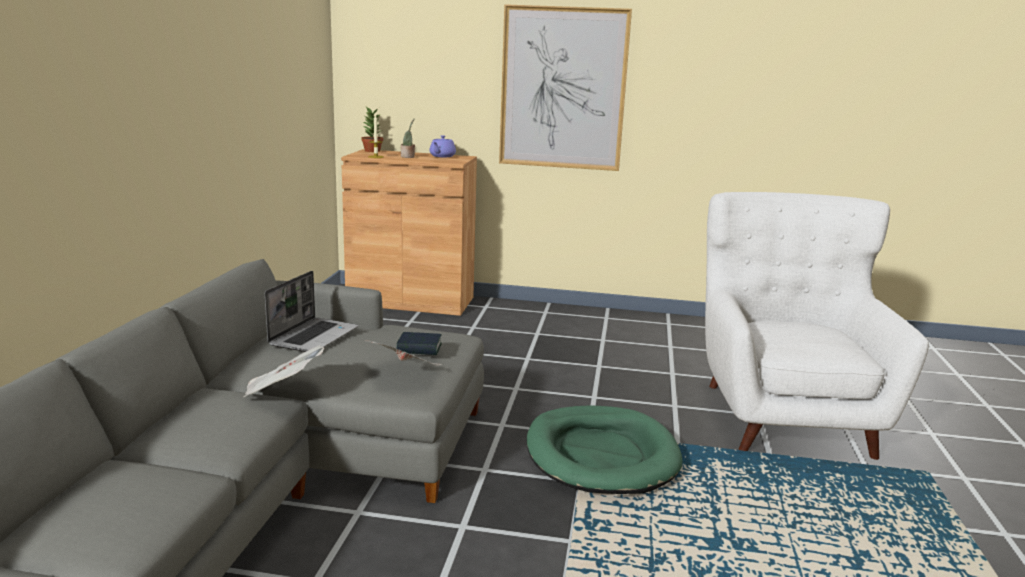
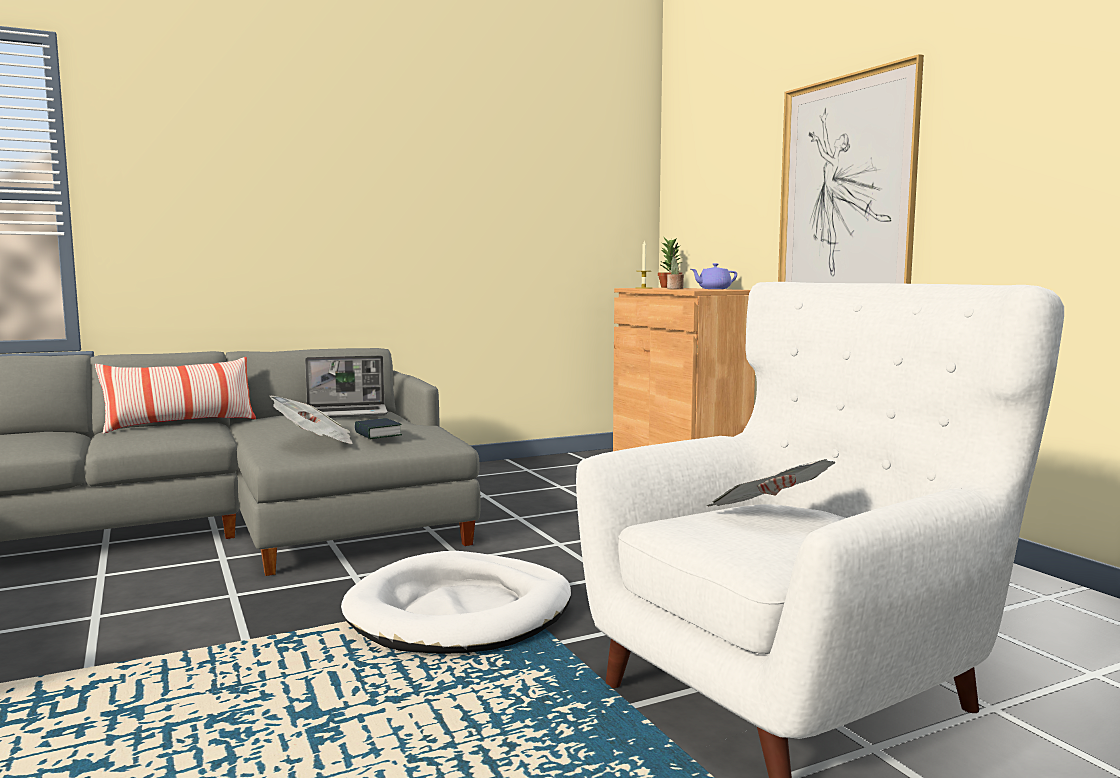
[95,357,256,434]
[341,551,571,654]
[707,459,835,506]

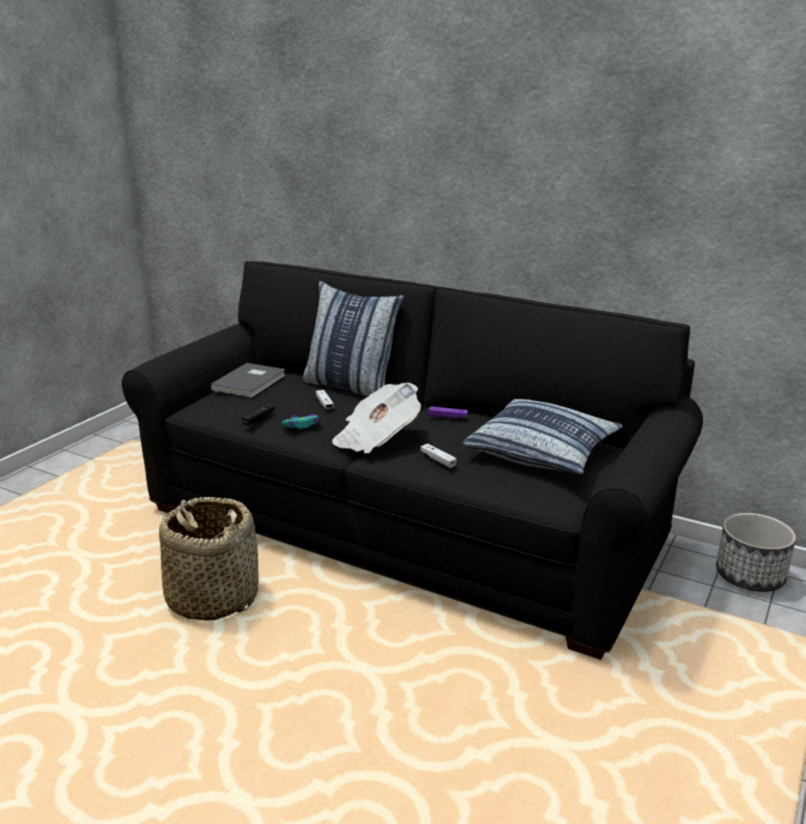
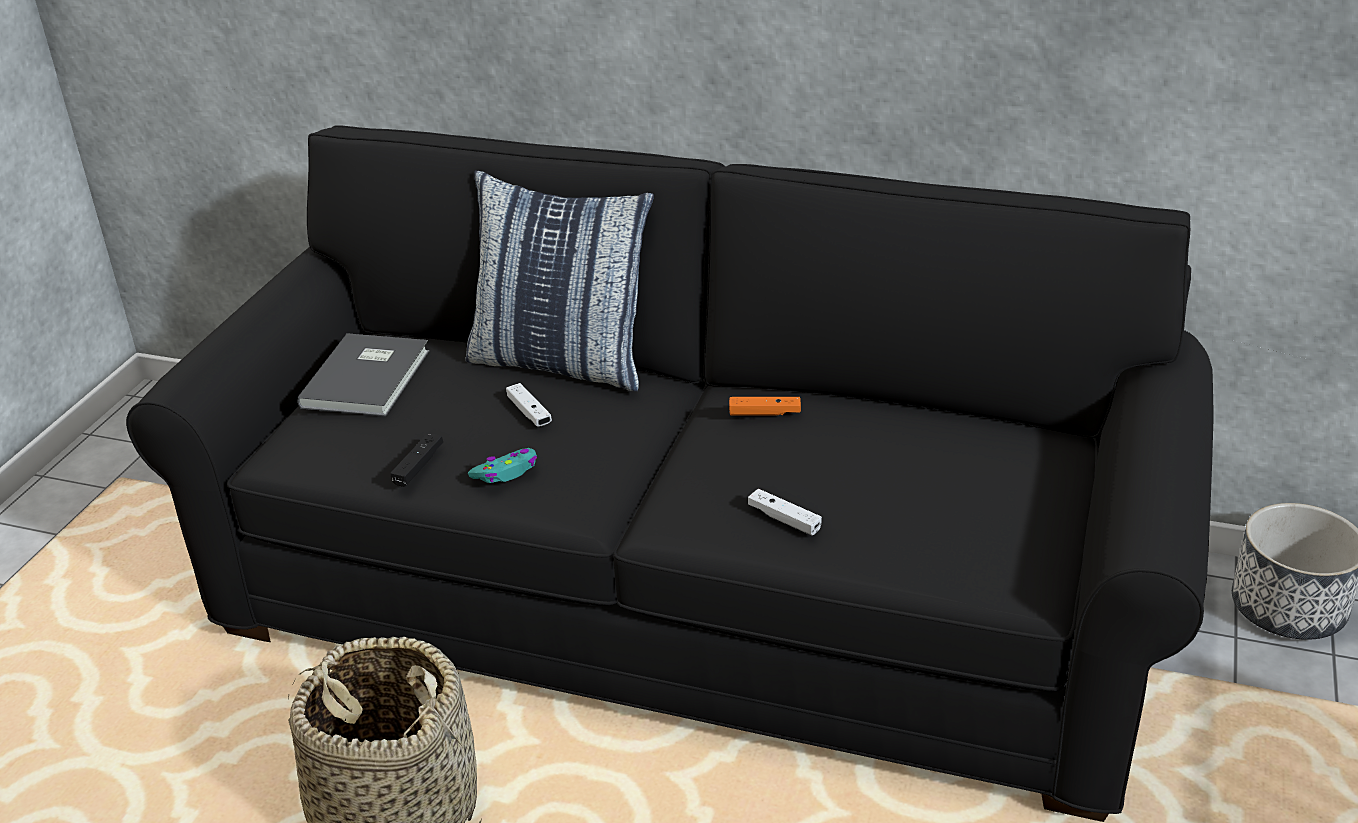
[729,397,801,416]
[332,383,421,453] (first image)
[462,399,623,475] (first image)

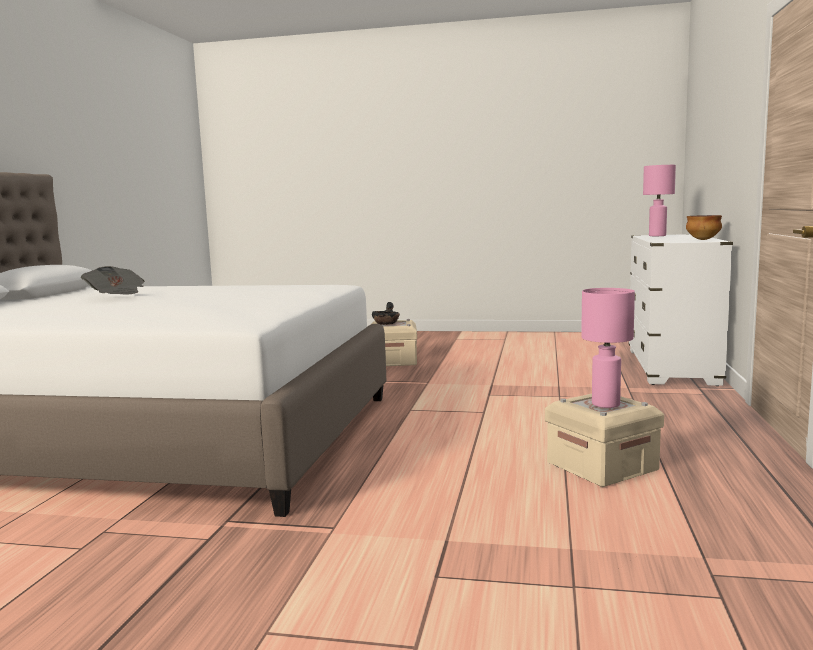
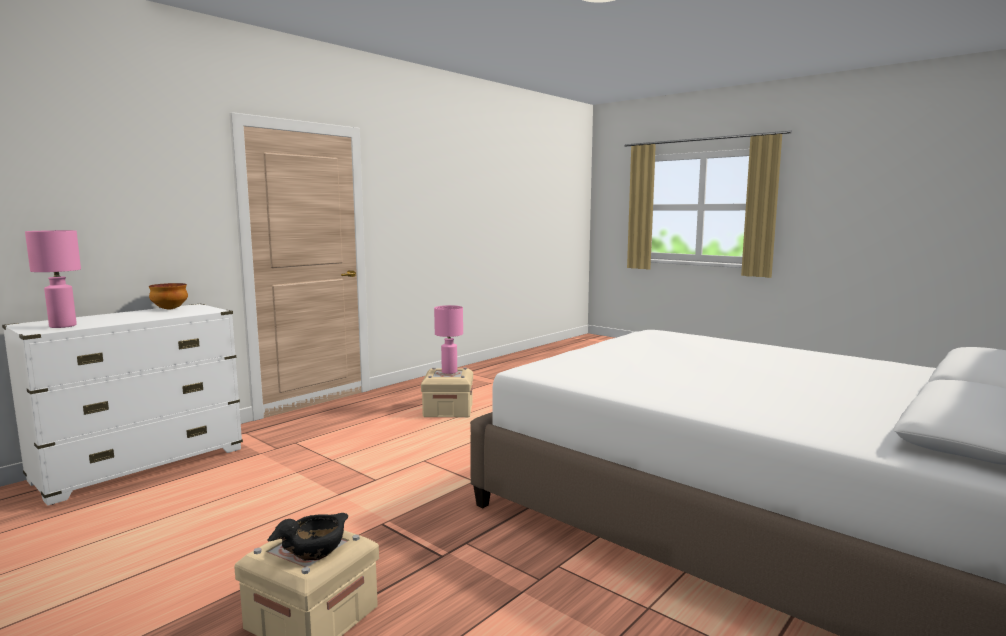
[81,266,145,295] (first image)

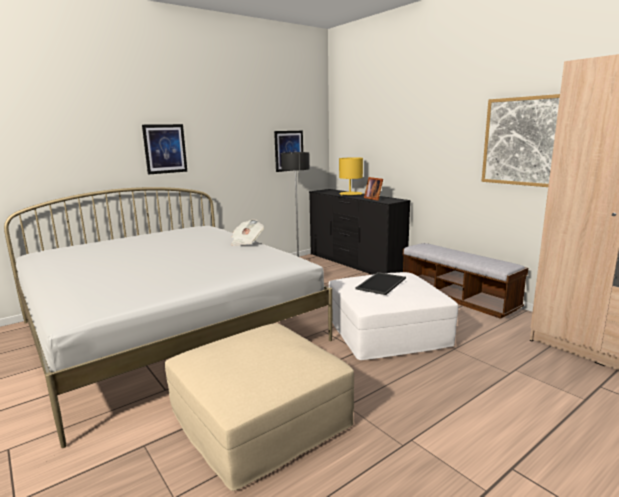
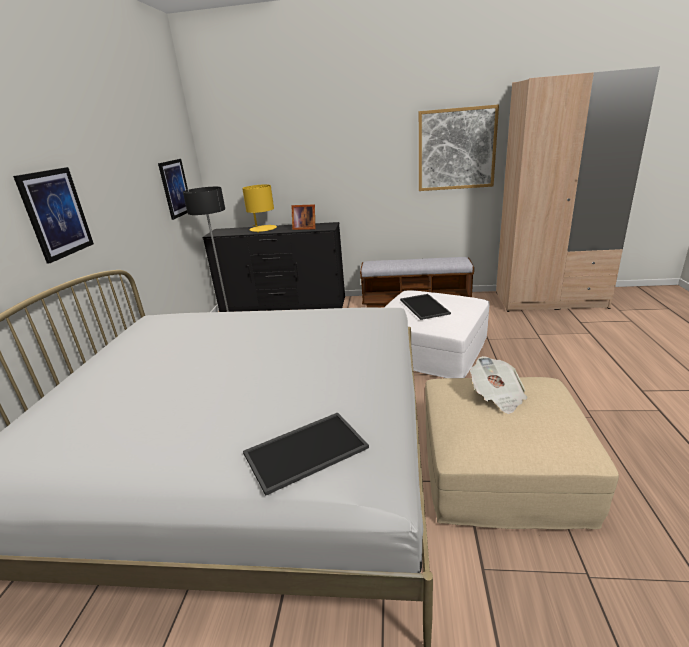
[243,412,369,496]
[470,356,528,414]

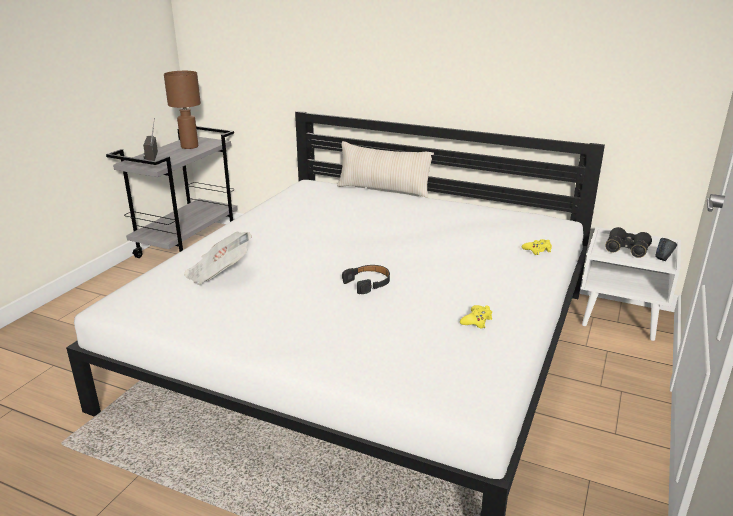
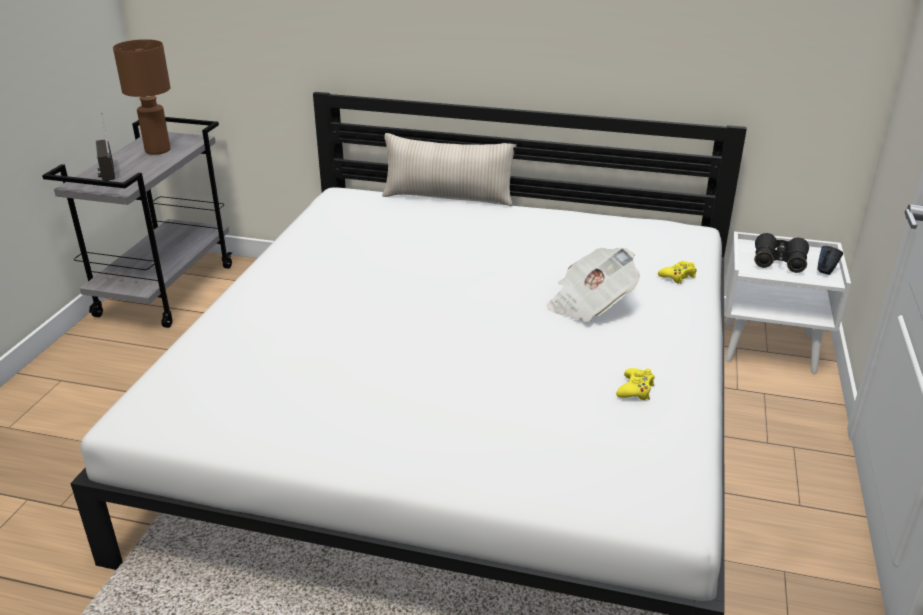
[547,248,640,322]
[342,265,390,294] (first image)

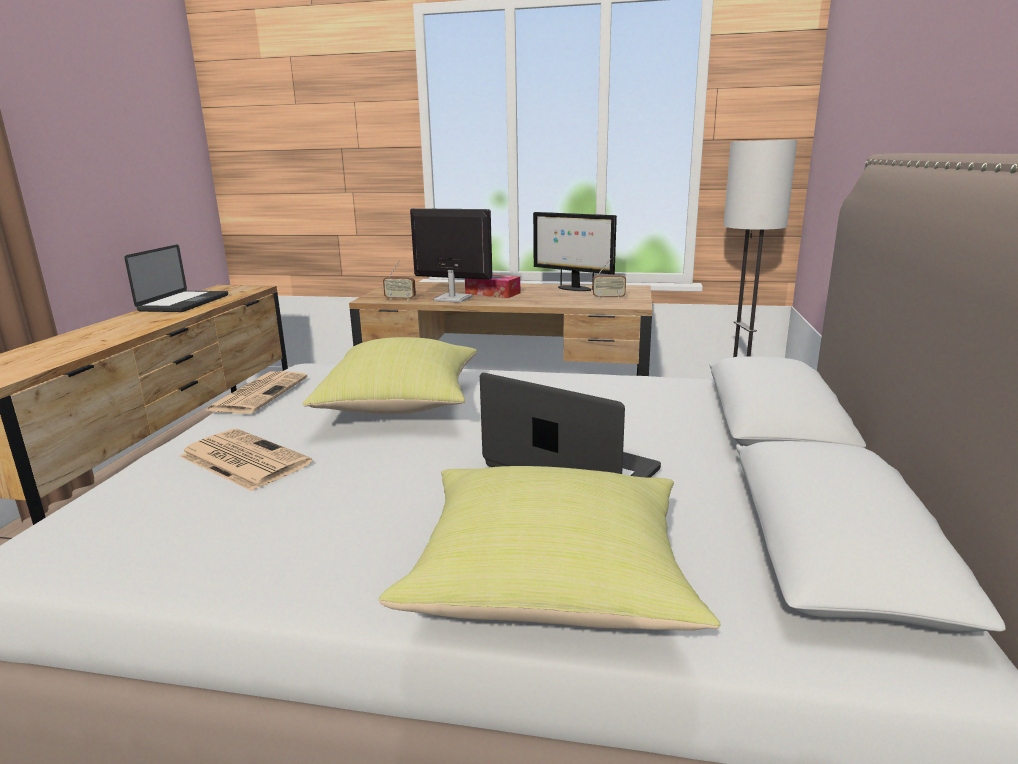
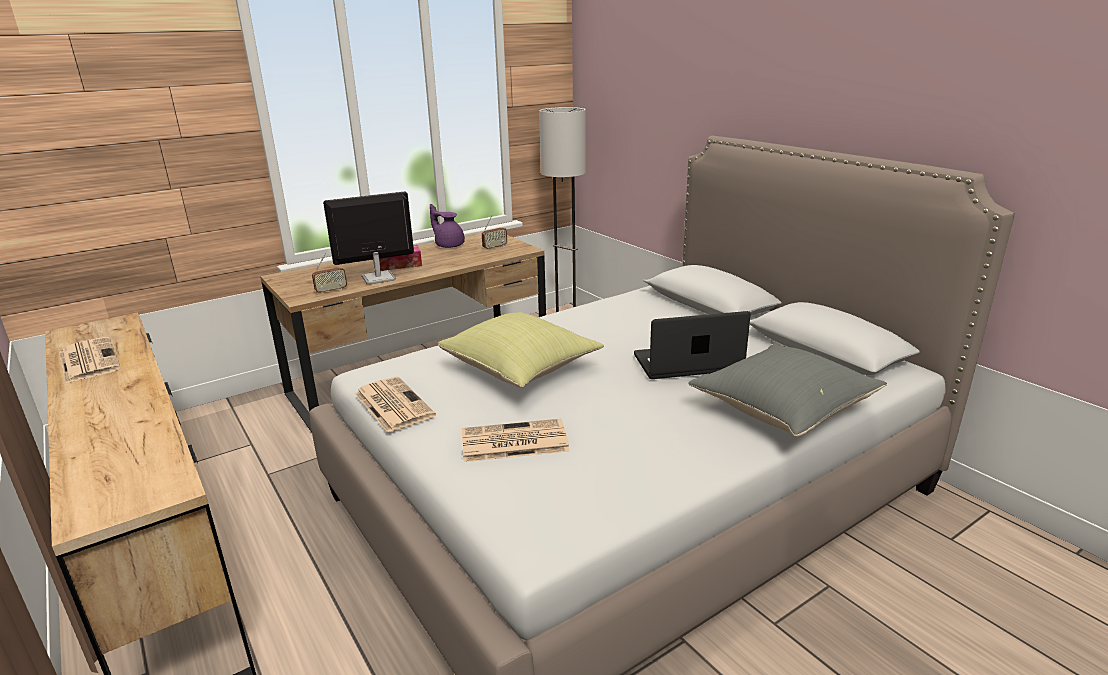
[59,337,121,384]
[430,204,465,248]
[688,344,887,437]

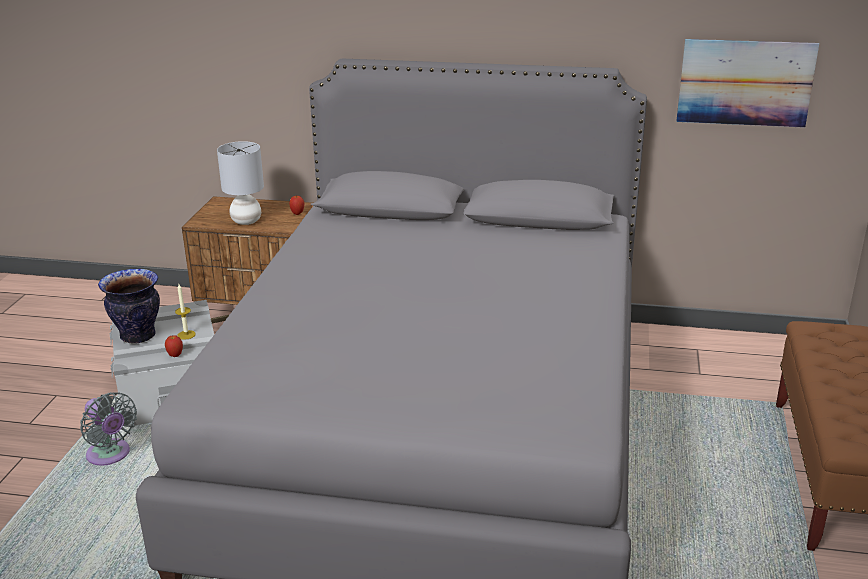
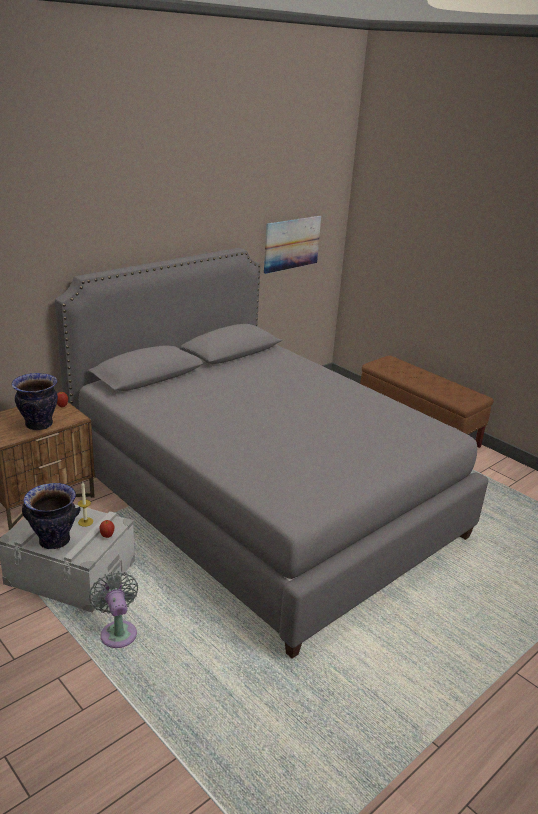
[11,373,58,430]
[89,571,138,648]

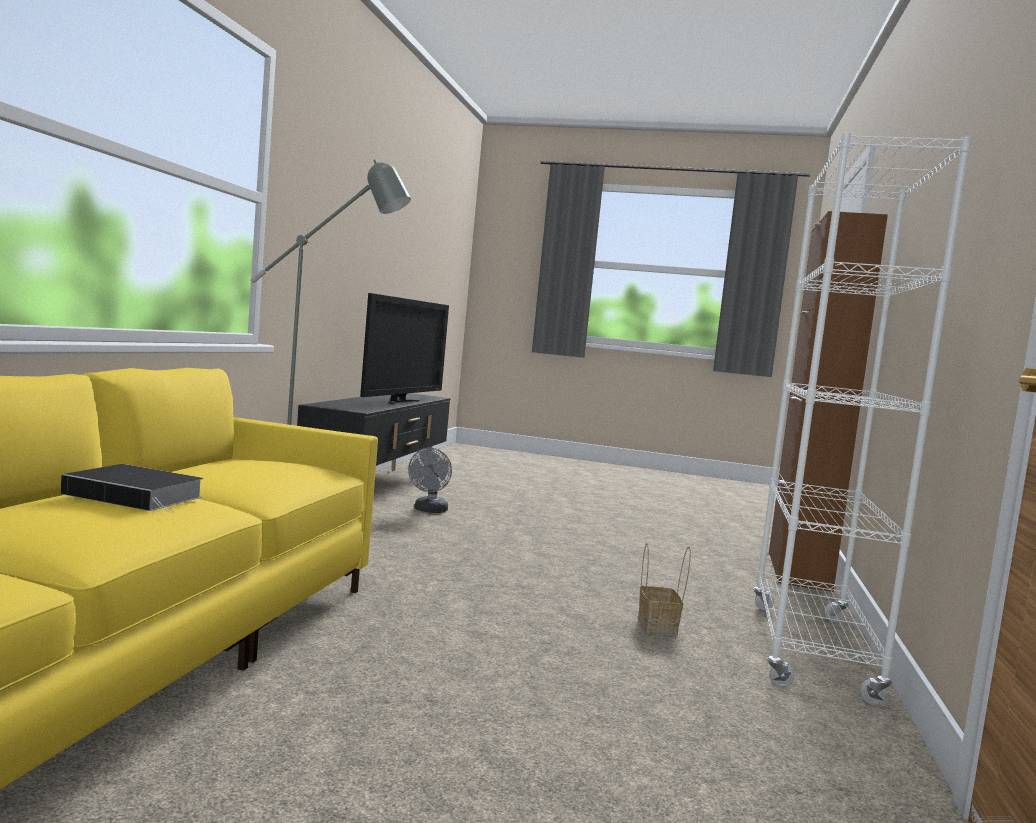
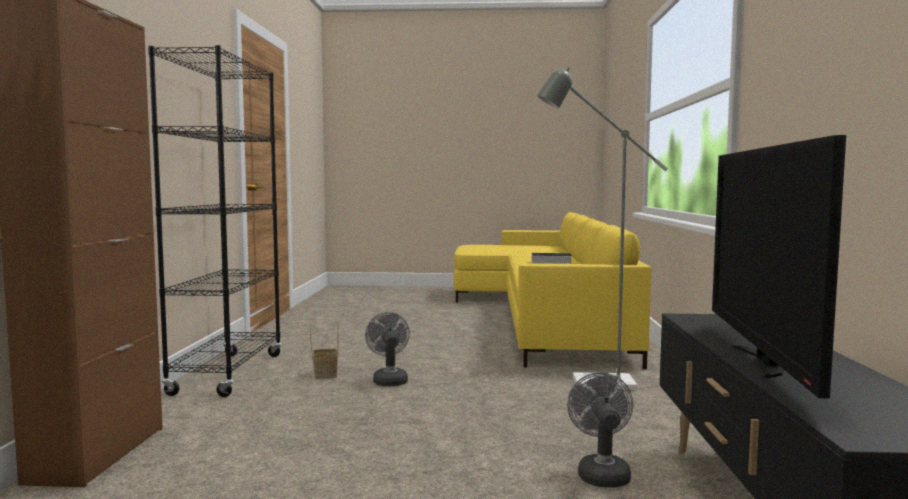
[148,45,282,397]
[365,312,410,386]

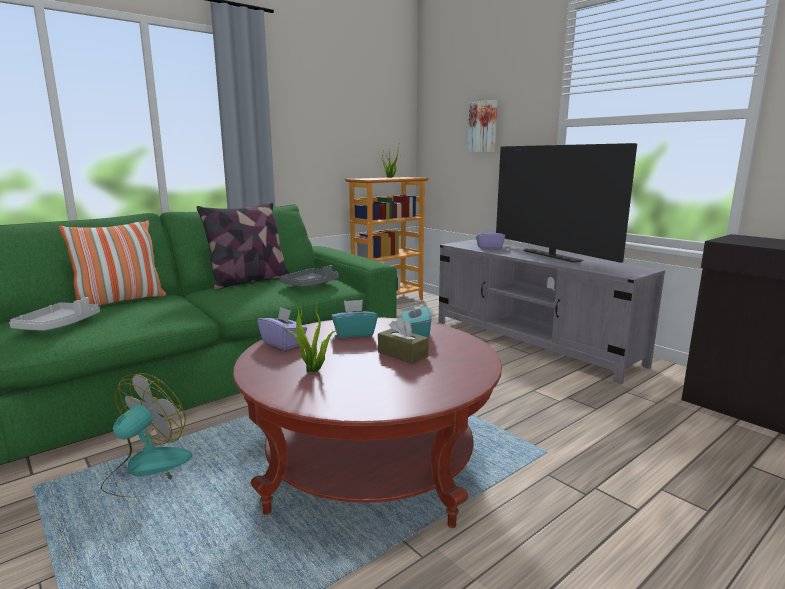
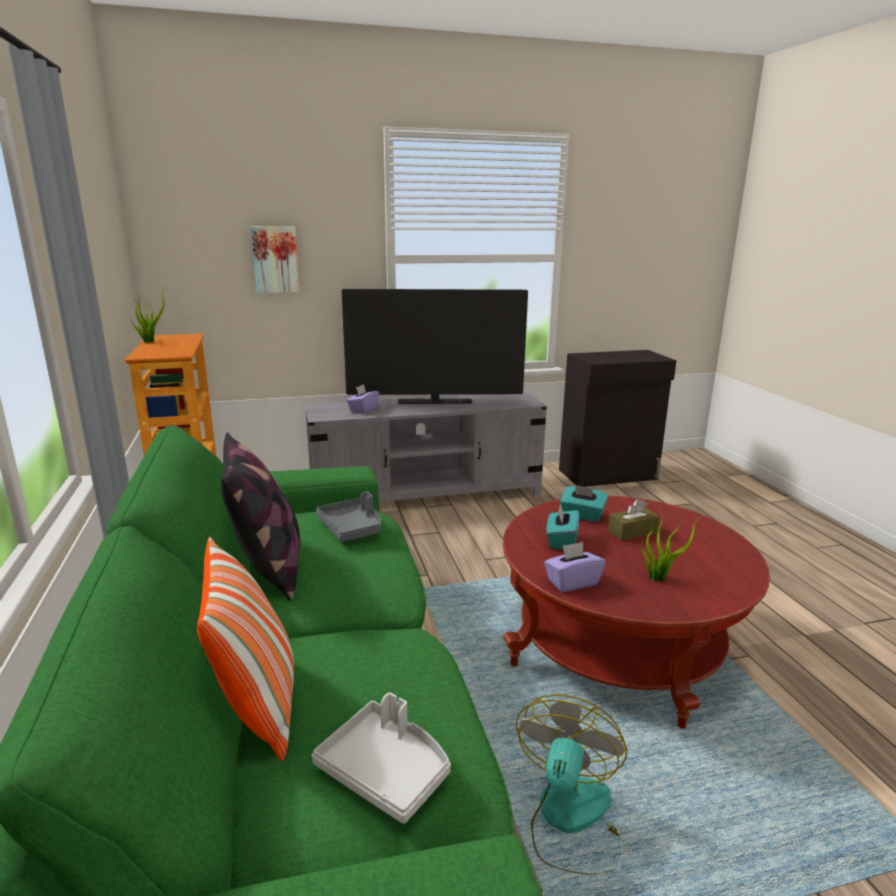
[516,694,627,874]

